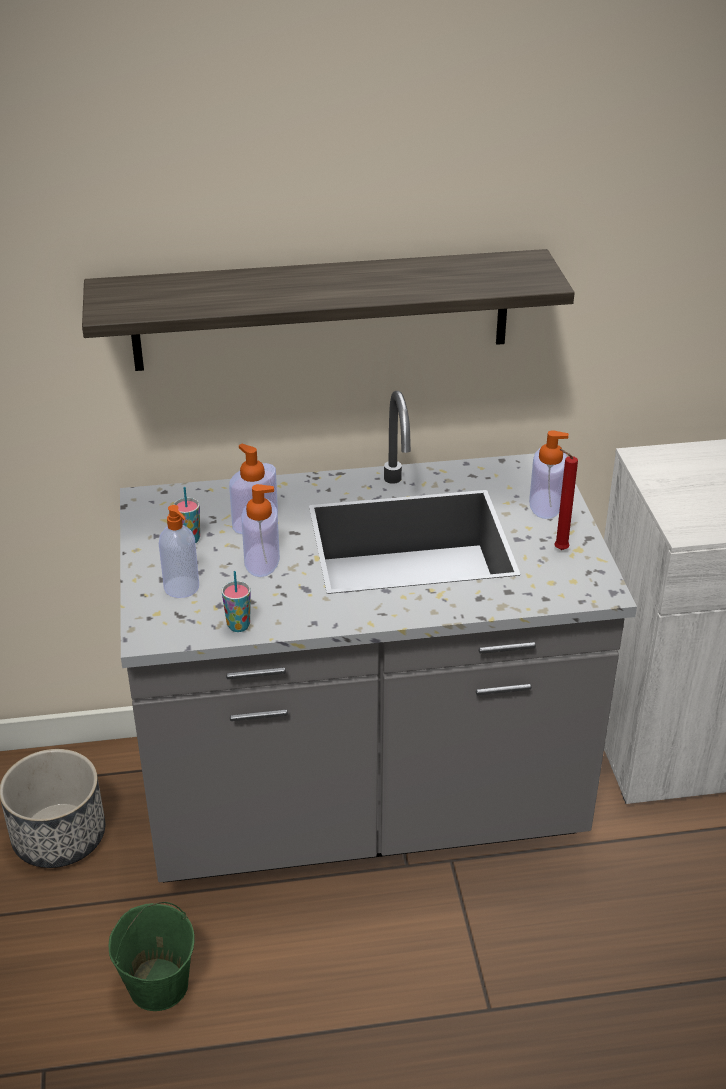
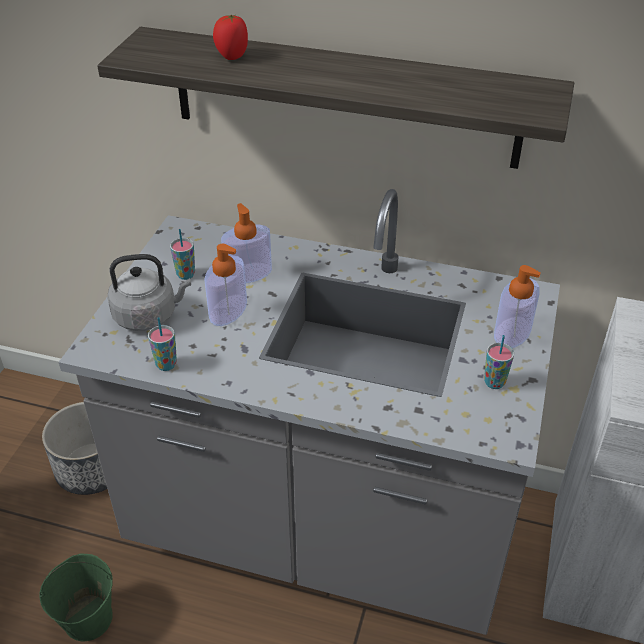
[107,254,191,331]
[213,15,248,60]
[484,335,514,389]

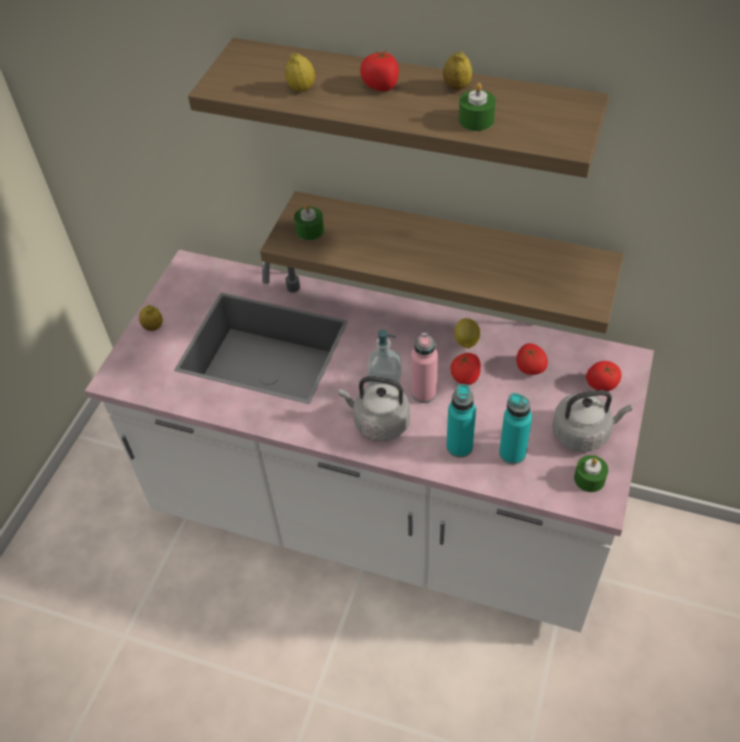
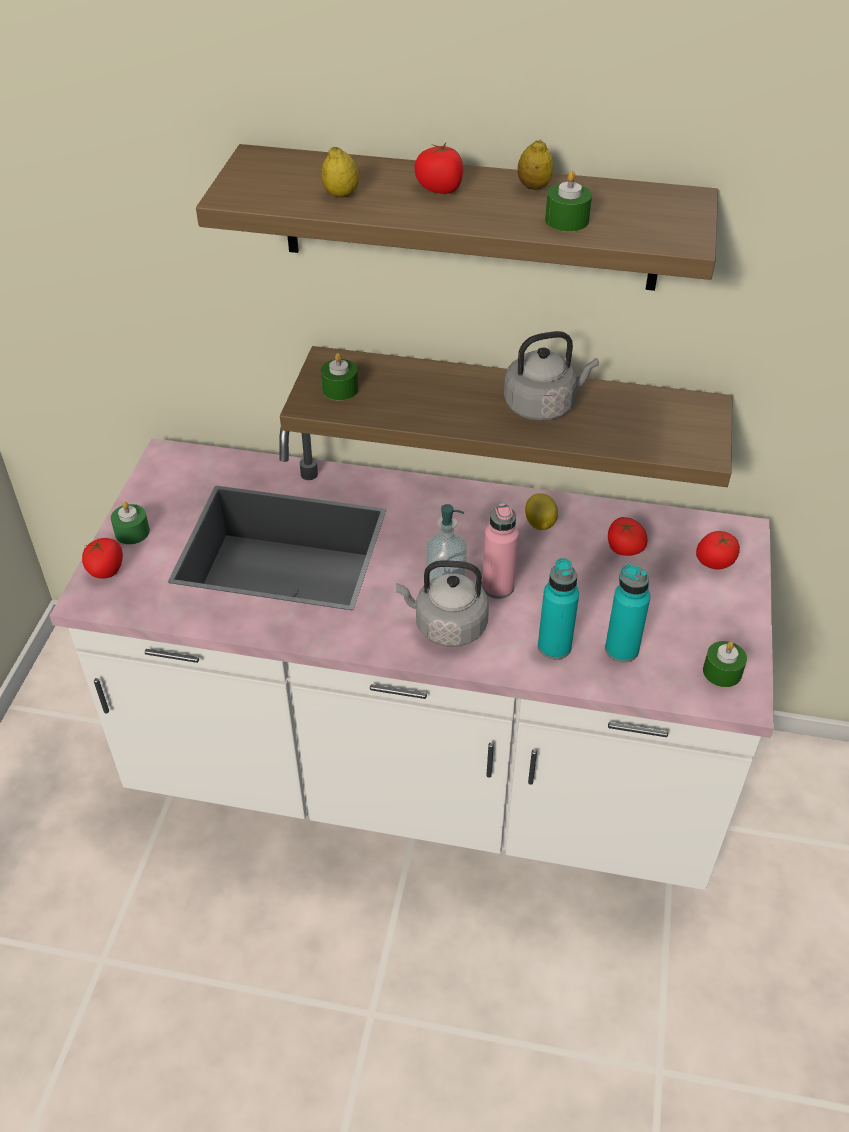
[82,538,123,579]
[111,502,150,544]
[504,331,599,421]

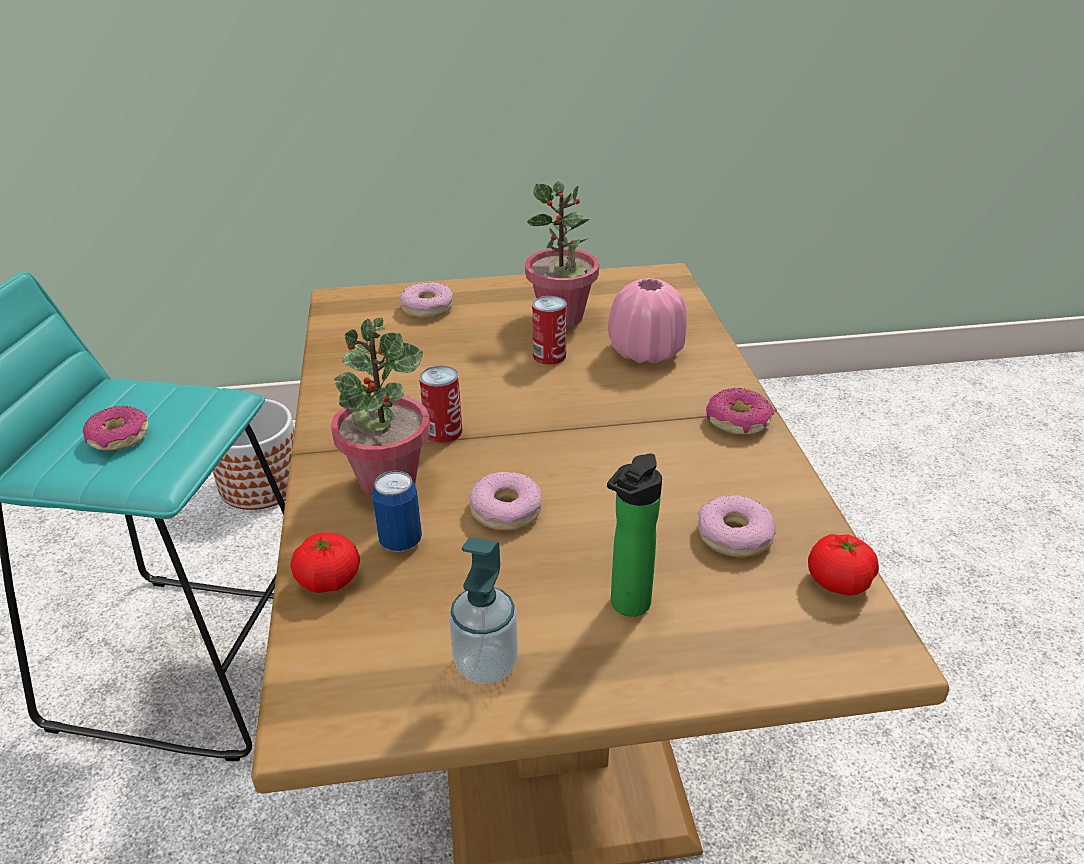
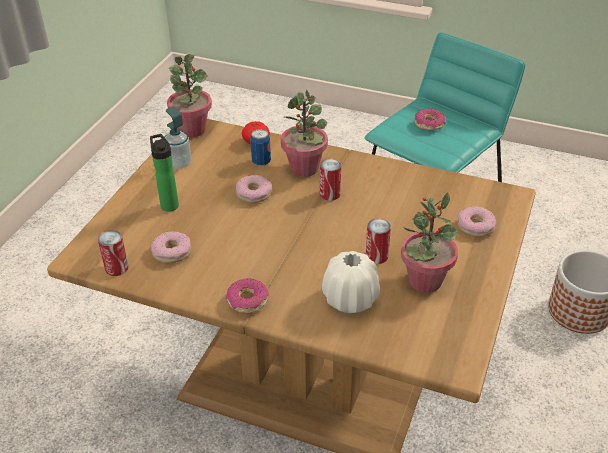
[98,230,128,276]
[167,54,212,137]
[322,251,380,313]

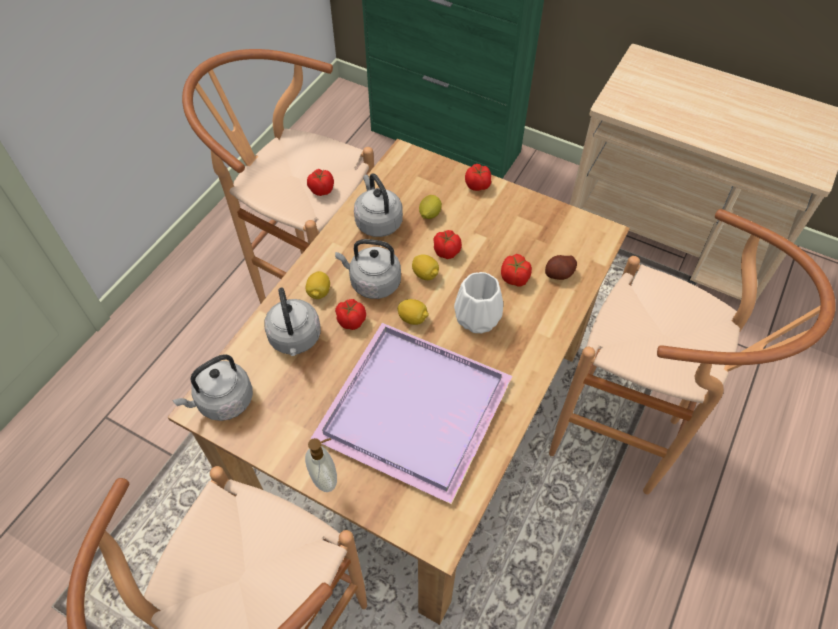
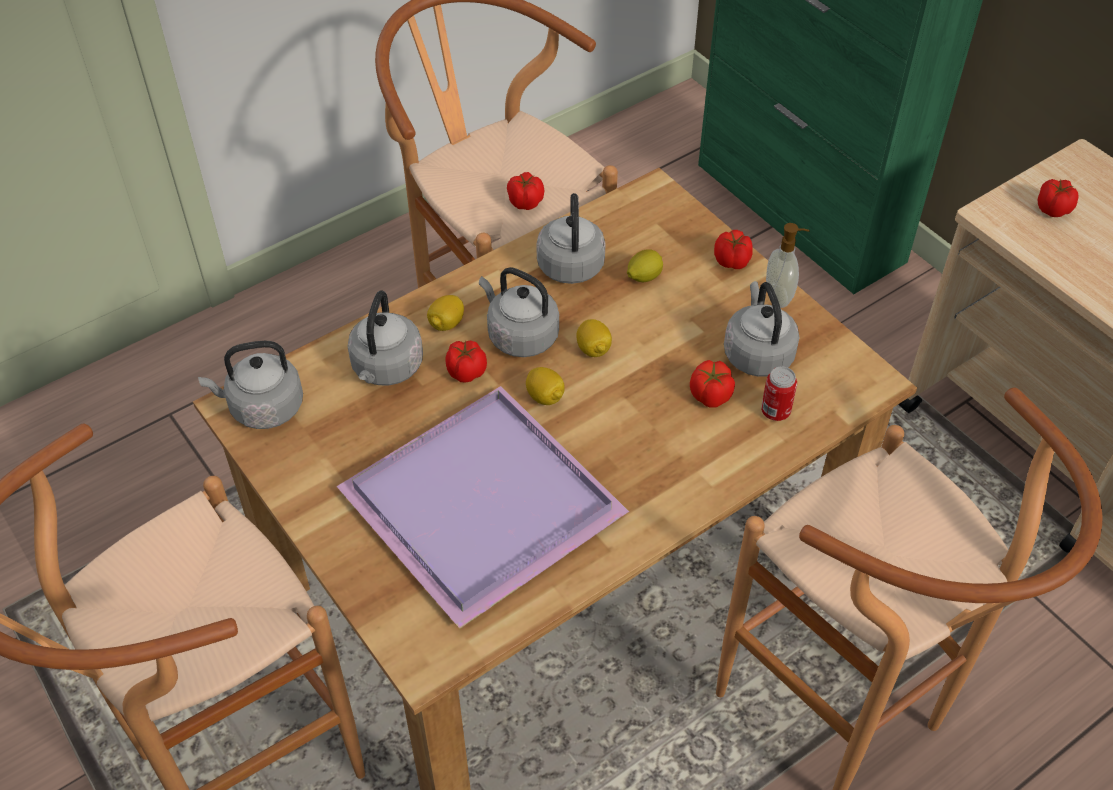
[724,281,800,377]
[761,366,797,421]
[766,223,810,308]
[1038,179,1079,217]
[454,272,503,333] (first image)

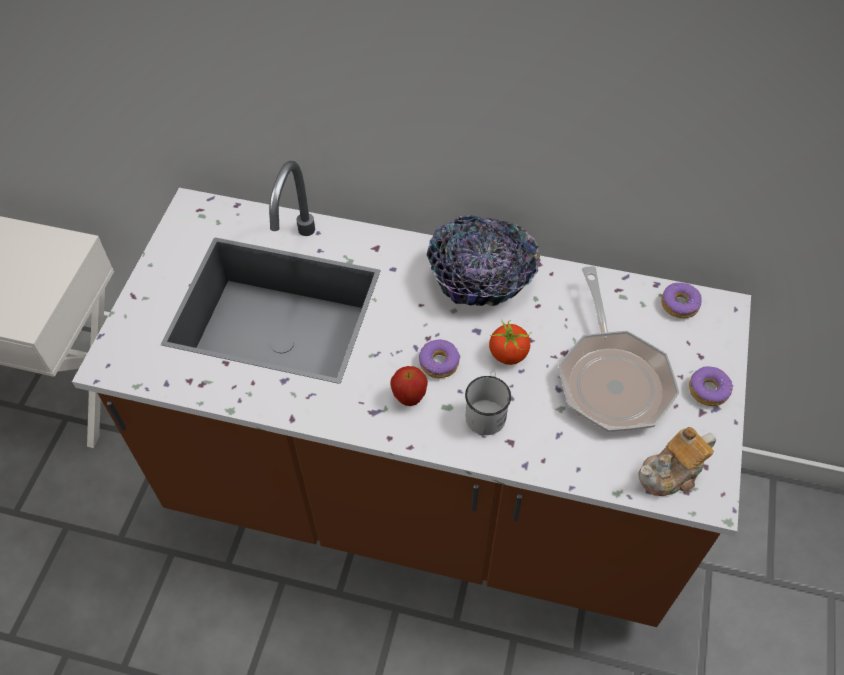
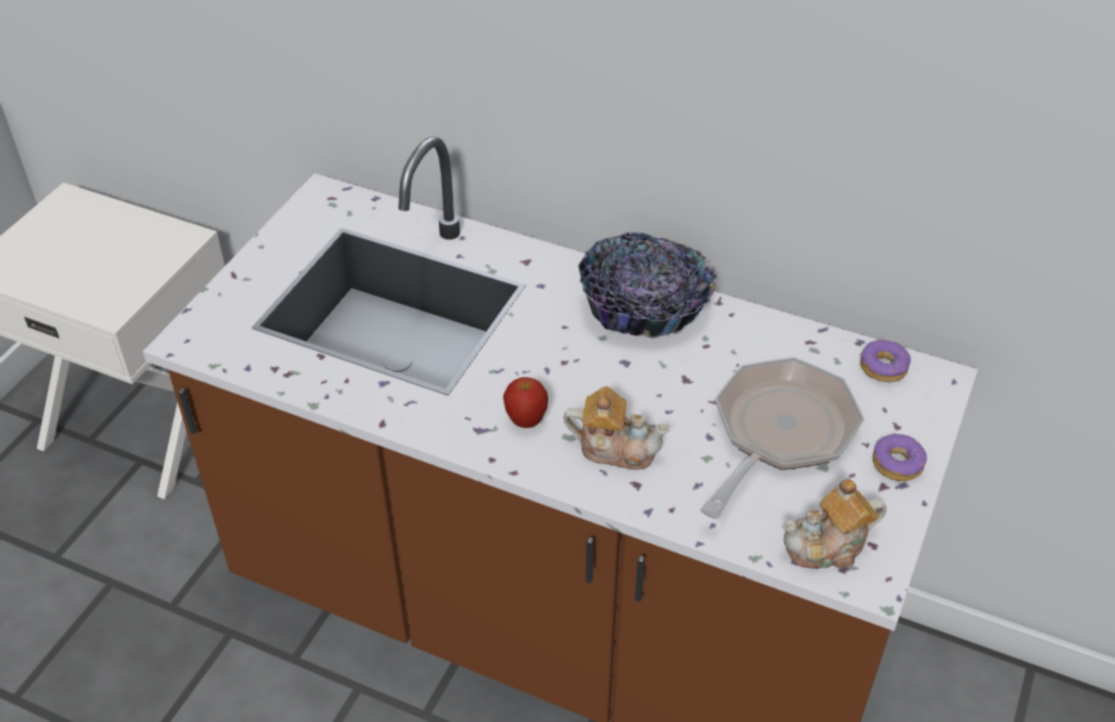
[563,386,669,470]
[700,357,864,519]
[419,340,461,378] (first image)
[489,319,531,365] (first image)

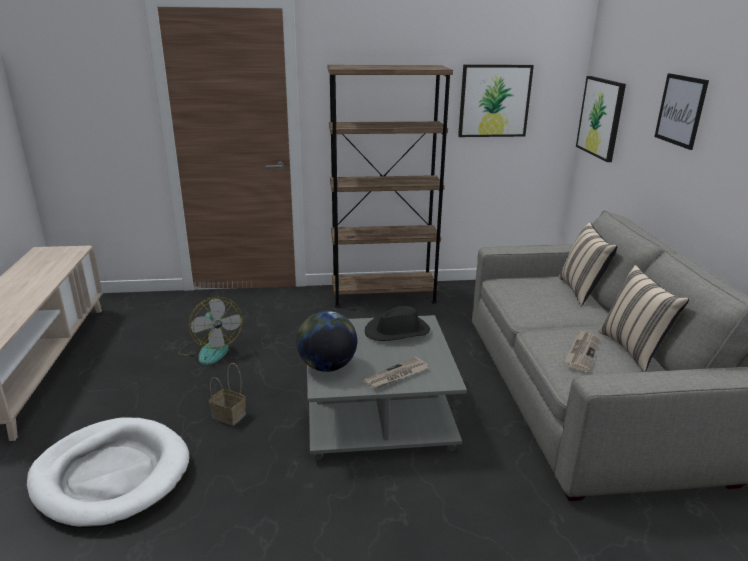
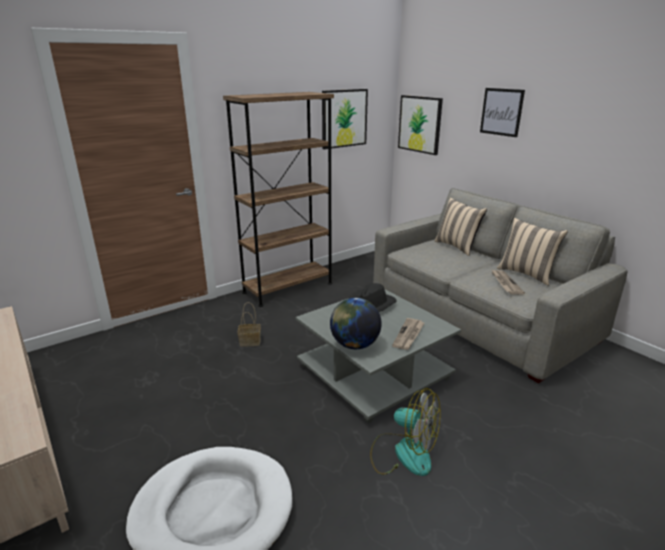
[238,302,260,347]
[370,388,441,476]

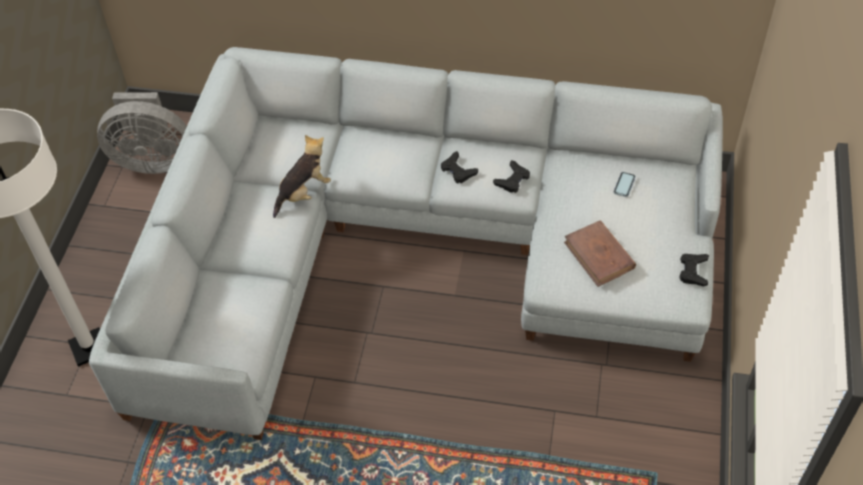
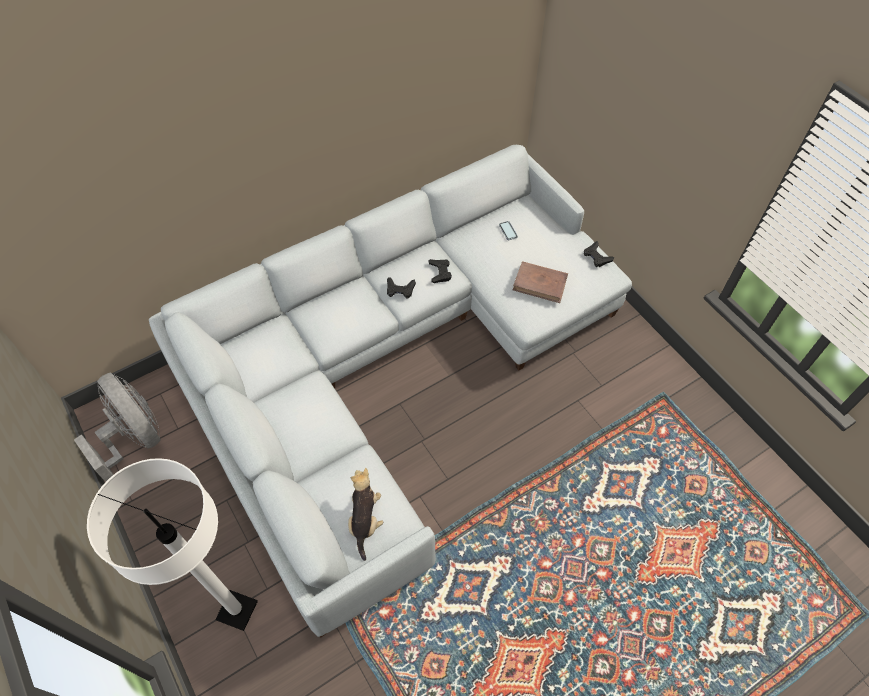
[74,372,161,482]
[348,468,383,561]

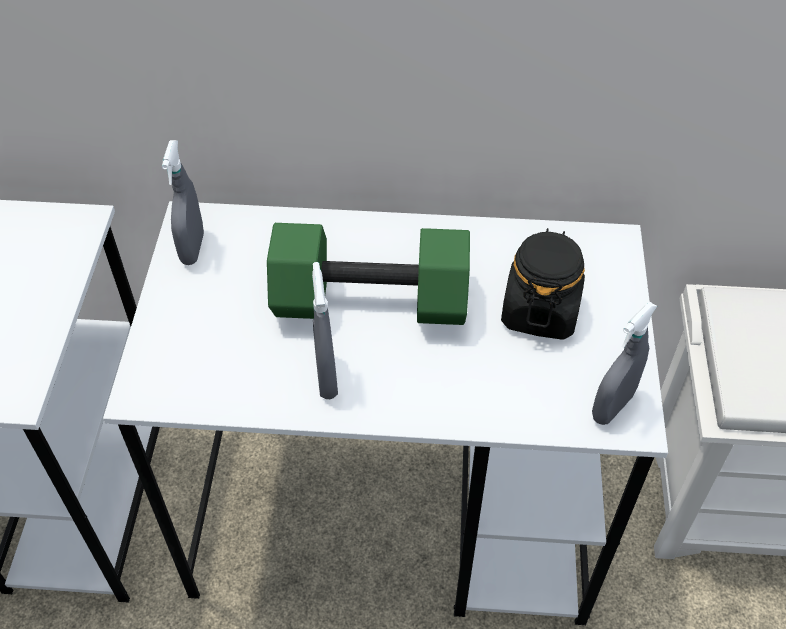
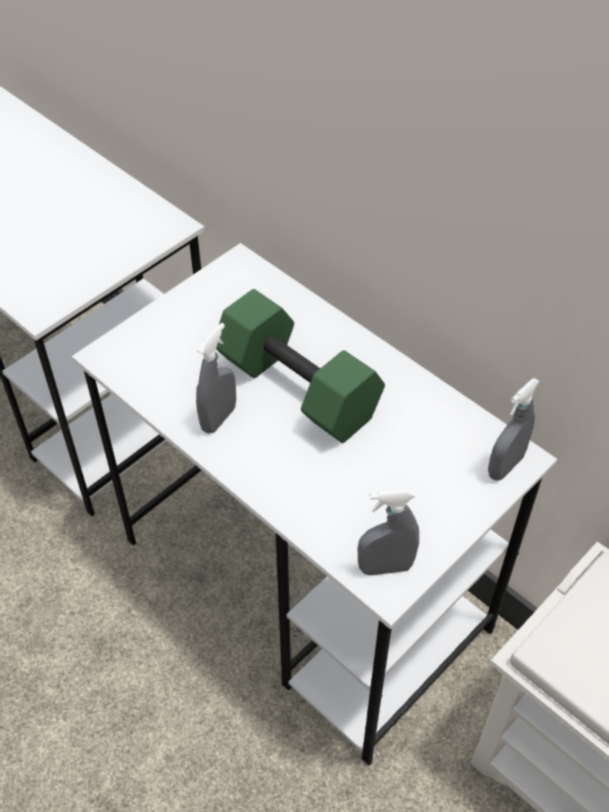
[488,378,540,481]
[501,228,585,340] (first image)

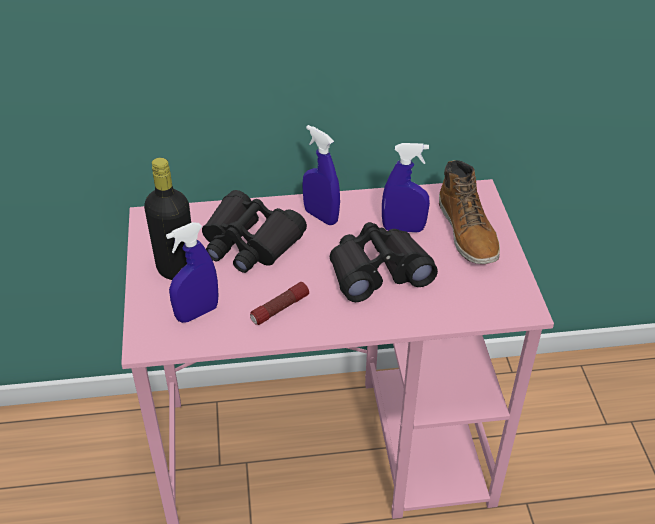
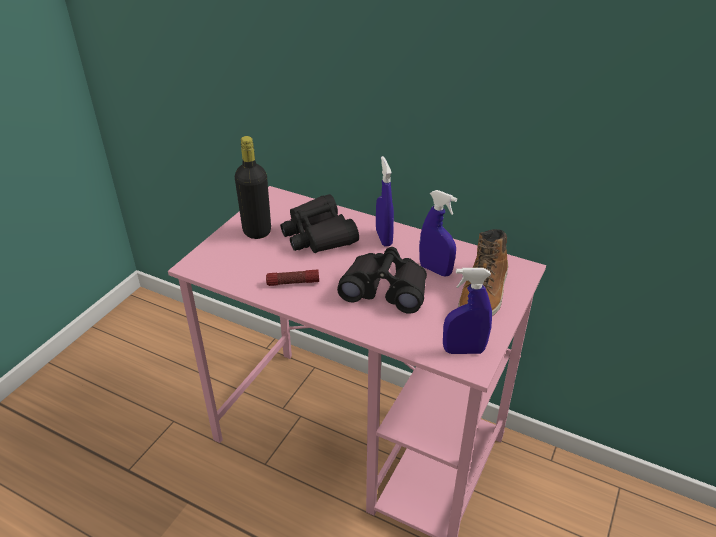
[443,268,492,354]

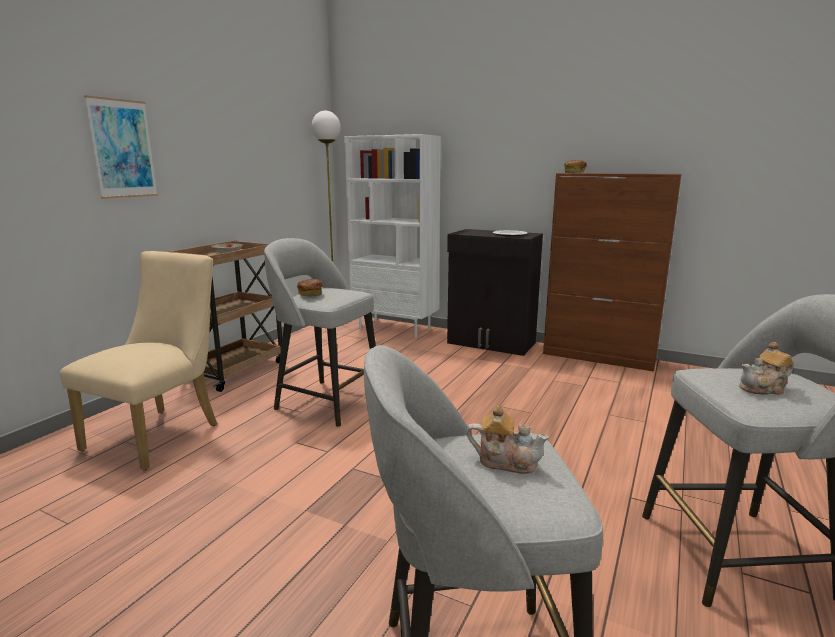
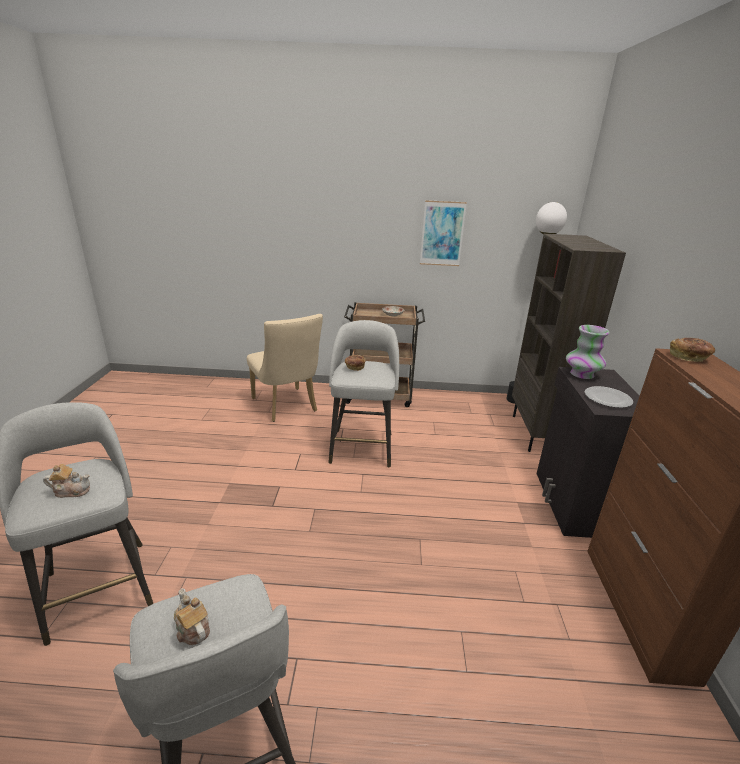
[43,464,90,498]
[247,314,323,422]
[420,200,467,266]
[512,234,626,452]
[566,325,609,379]

